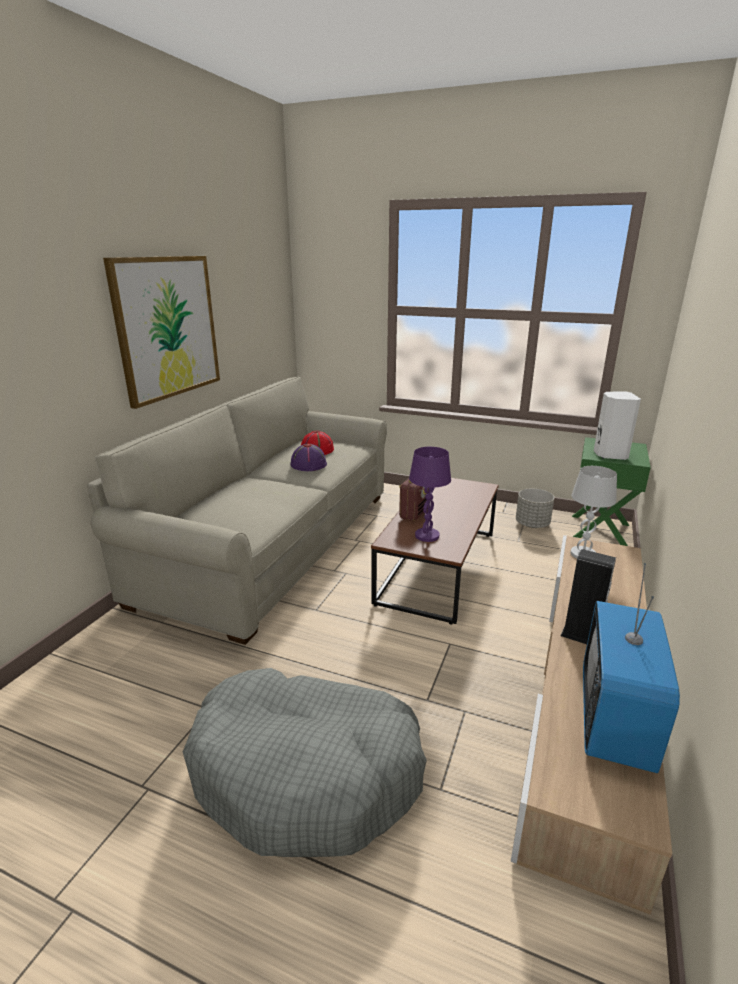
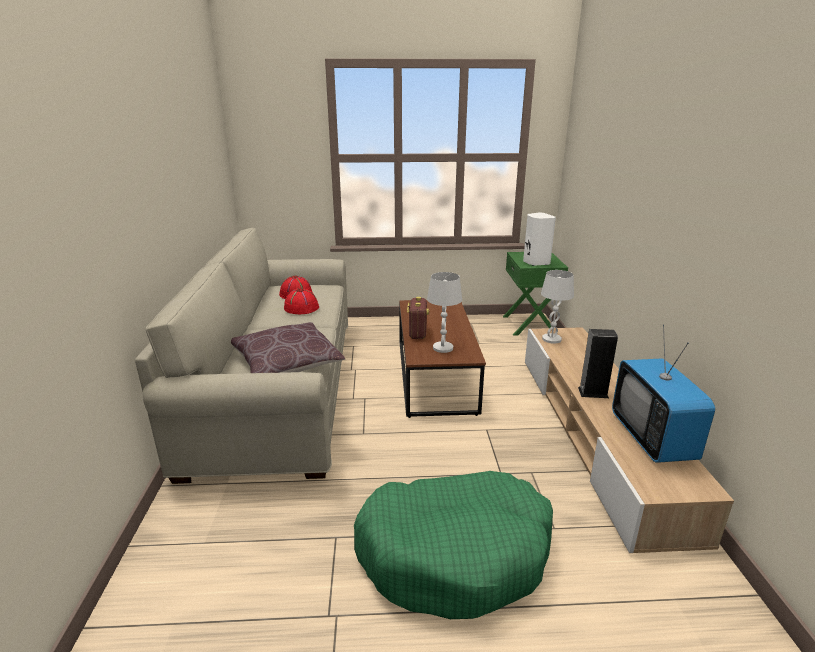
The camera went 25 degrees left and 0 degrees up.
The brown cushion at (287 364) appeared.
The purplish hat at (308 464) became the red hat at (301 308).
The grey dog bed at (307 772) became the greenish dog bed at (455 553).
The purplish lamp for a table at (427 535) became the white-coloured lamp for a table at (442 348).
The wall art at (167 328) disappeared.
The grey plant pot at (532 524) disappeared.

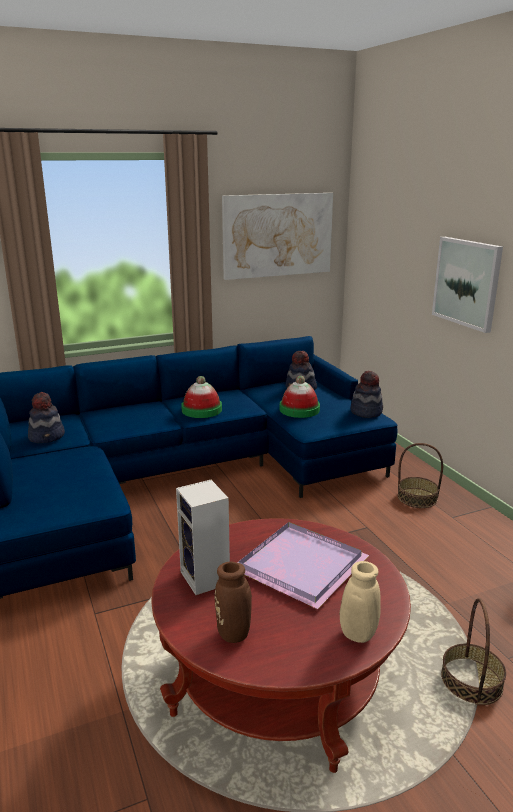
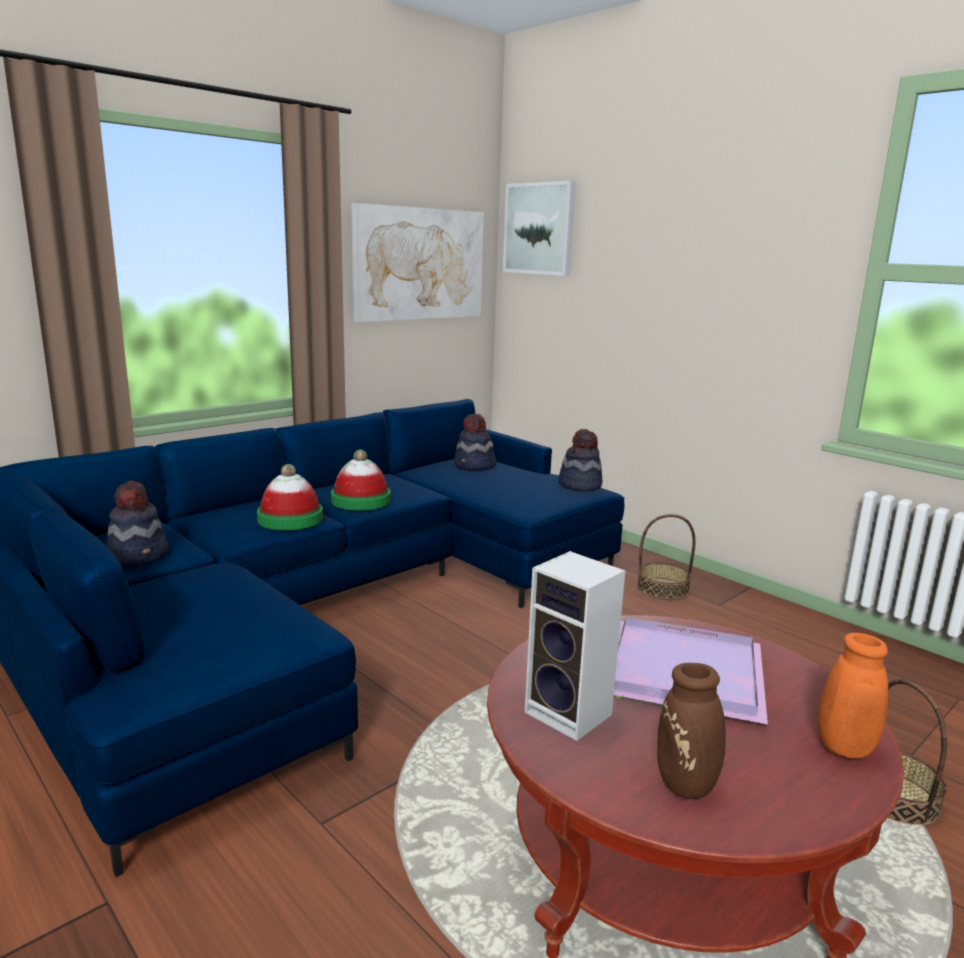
The camera went 20 degrees left and 5 degrees down.
The hat moved from (299 409) to (290 518).
The wall art moved from (467 283) to (539 229).
The beige-coloured vase at (355 635) became the orangey vase at (841 750).

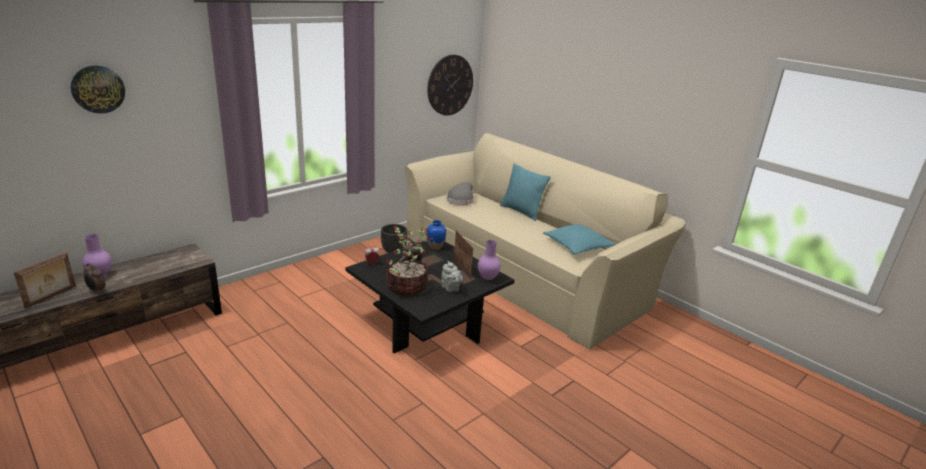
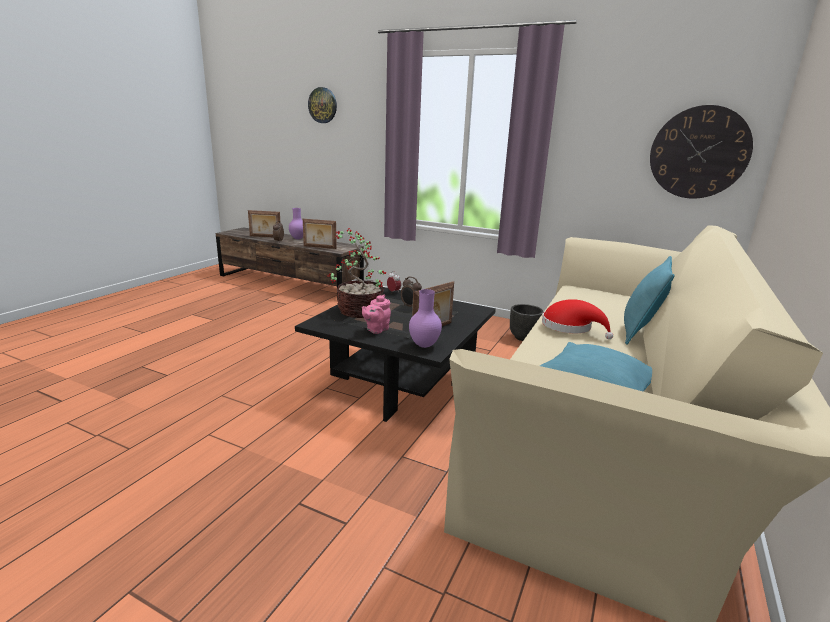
The camera went 70 degrees right and 5 degrees down.
The photo frame at (319 247) appeared.
The grey teapot at (451 288) became the pink-coloured teapot at (376 330).
The red hat at (570 327) appeared.
The blue vase at (435 247) disappeared.
The grey hat at (461 200) disappeared.

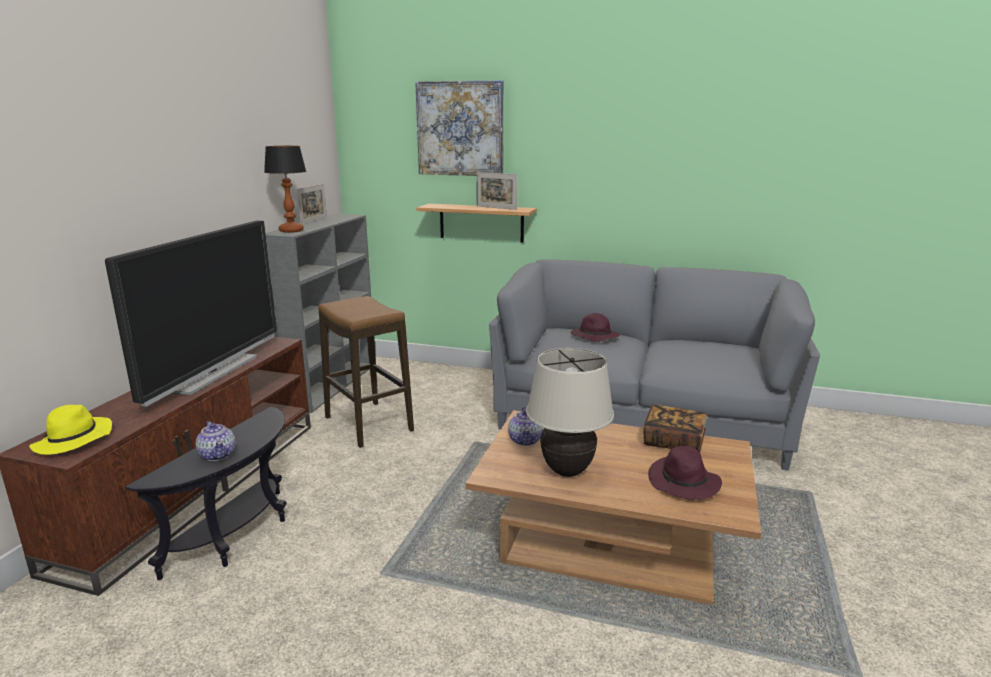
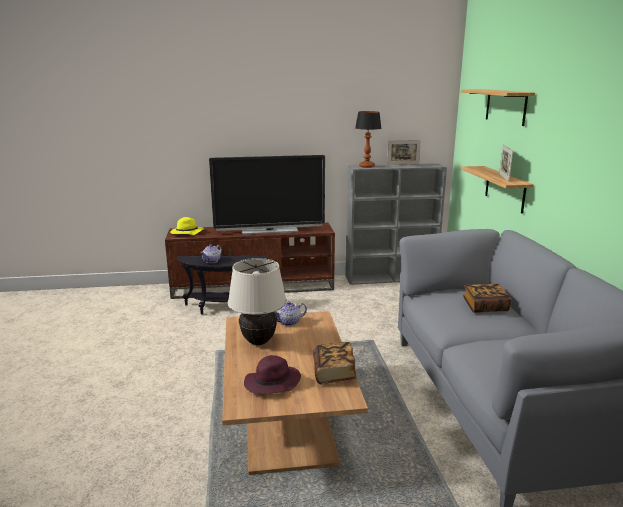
The camera went 65 degrees right and 0 degrees up.
The wall art at (460 129) was replaced by the shelf at (505 106).
The purplish hat at (593 337) was replaced by the book at (485 307).
The stool at (368 424) disappeared.

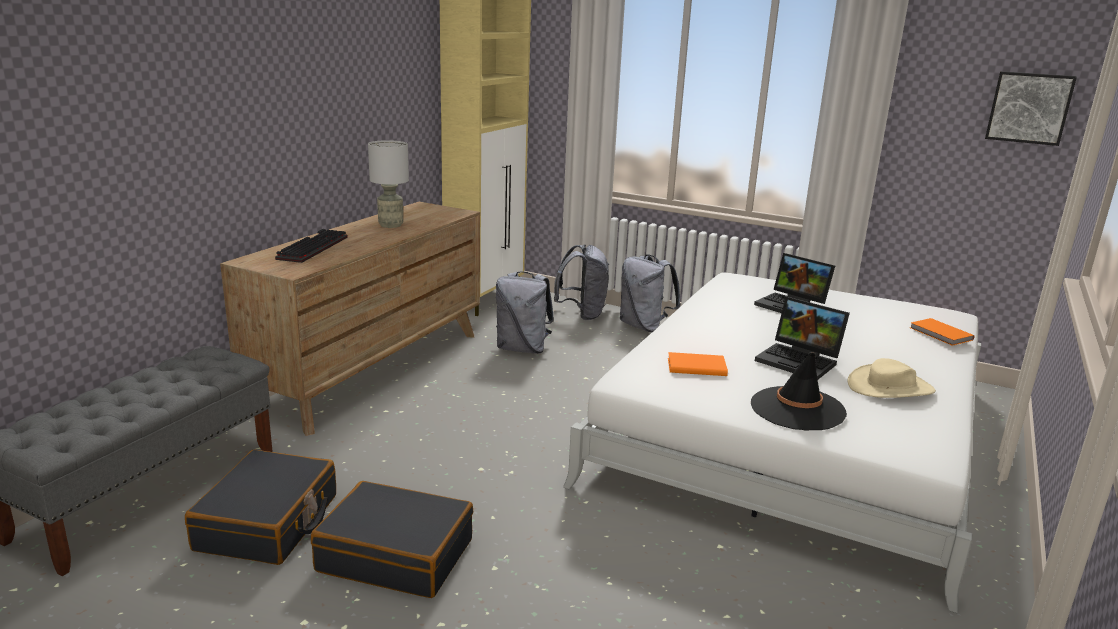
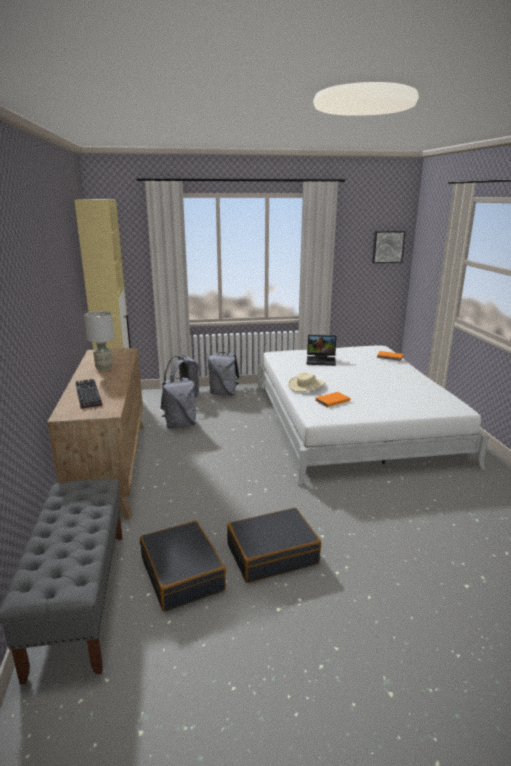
The camera went 35 degrees left and 0 degrees up.
The beige-coloured hat moved from (890 387) to (306 385).
The blackish hat at (797 409) disappeared.
The portable computer at (800 361) disappeared.

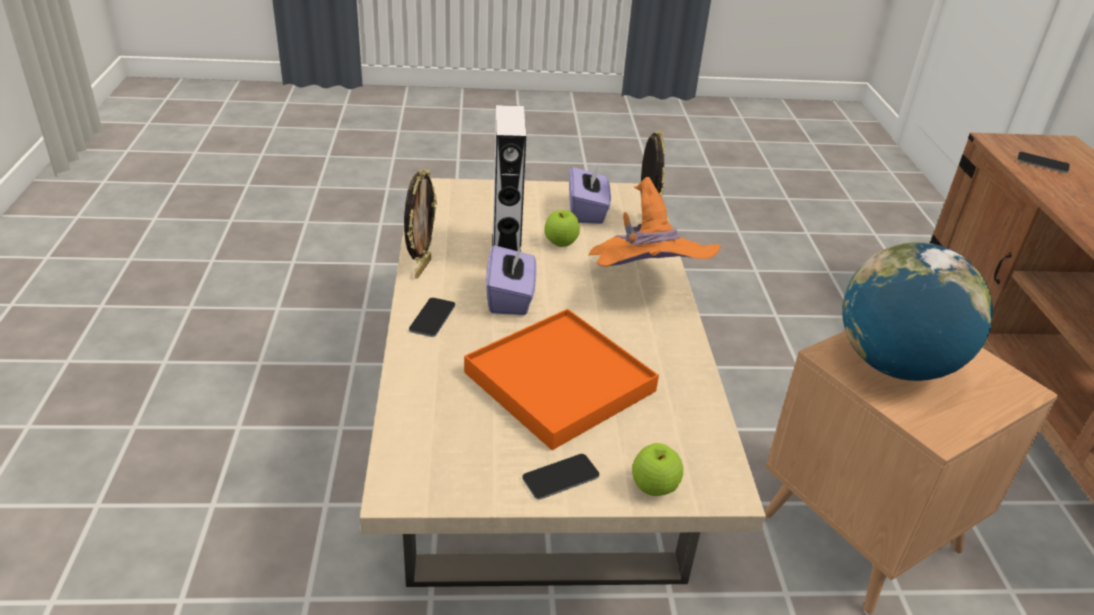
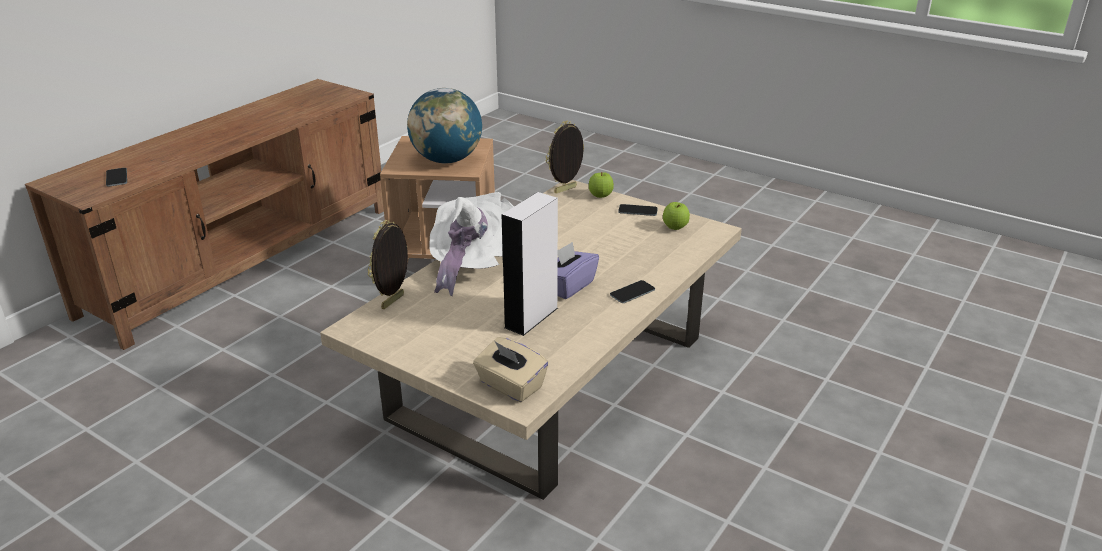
The camera went 140 degrees left and 5 degrees down.
The orangey hat at (645 285) became the white-coloured hat at (470 264).
The beige-coloured tissue box at (510 386) appeared.
The photo frame moved from (421 268) to (566 190).
The whole apple moved from (561 243) to (675 227).
The orangey carrying tray at (559 381) disappeared.
The purplish tissue box at (587 211) disappeared.

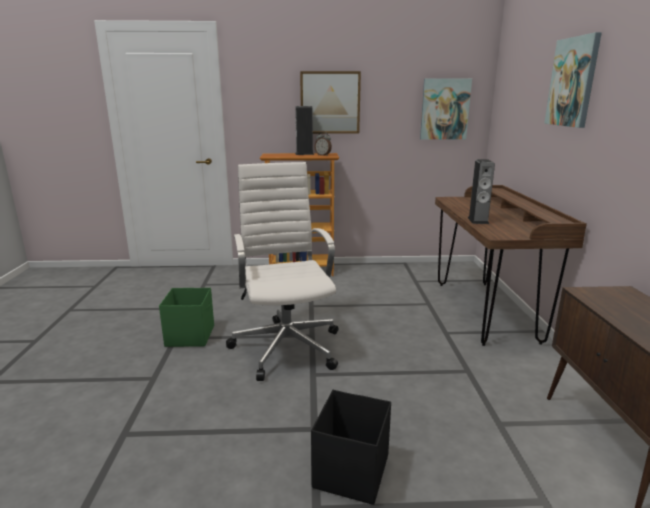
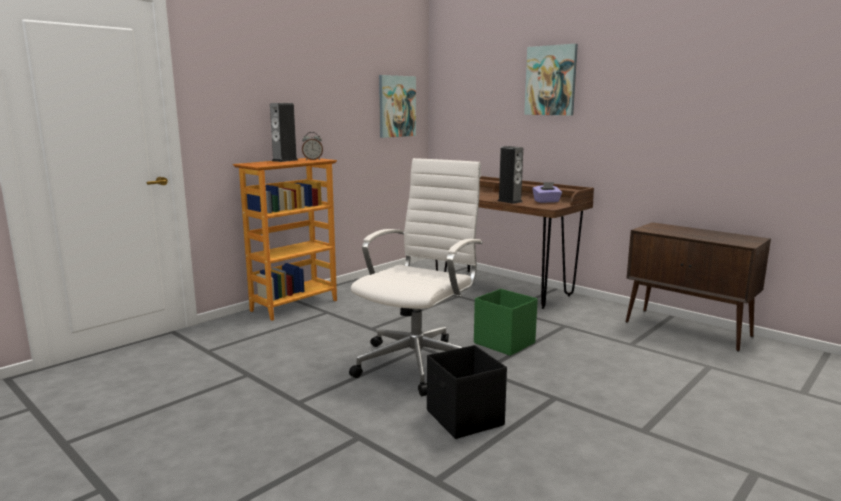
The camera went 45 degrees left and 5 degrees down.
The white-coloured desk chair at (286 346) turned 90 degrees clockwise.
The blackish storage bin moved from (350 472) to (464 419).
The greenish storage bin moved from (191 335) to (504 343).
The purplish tissue box at (546 201) appeared.
The wall art at (330 103) disappeared.

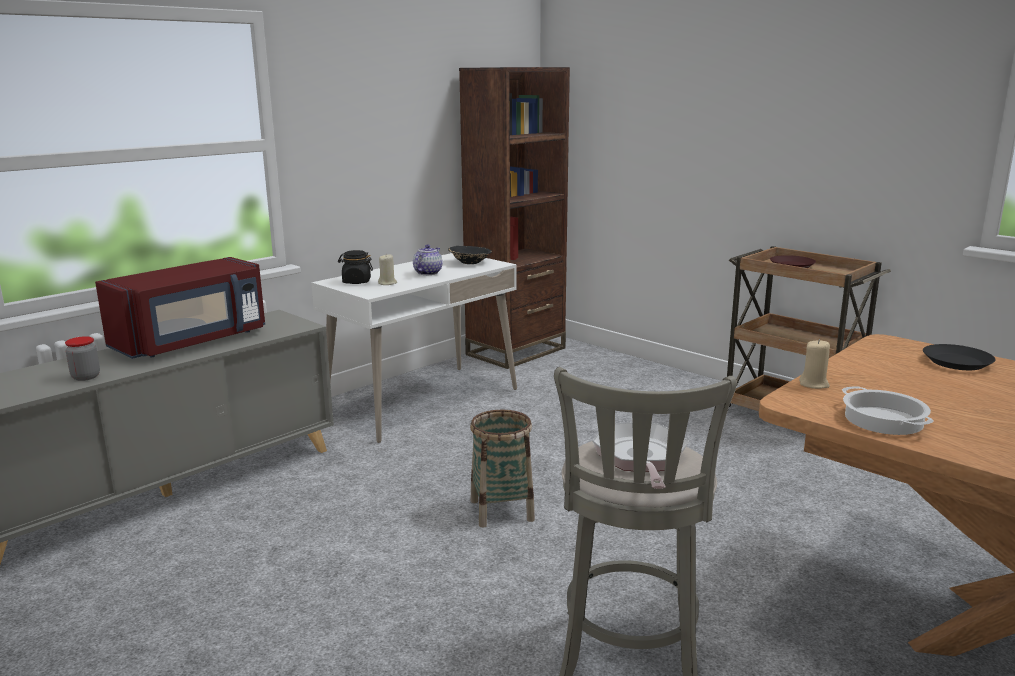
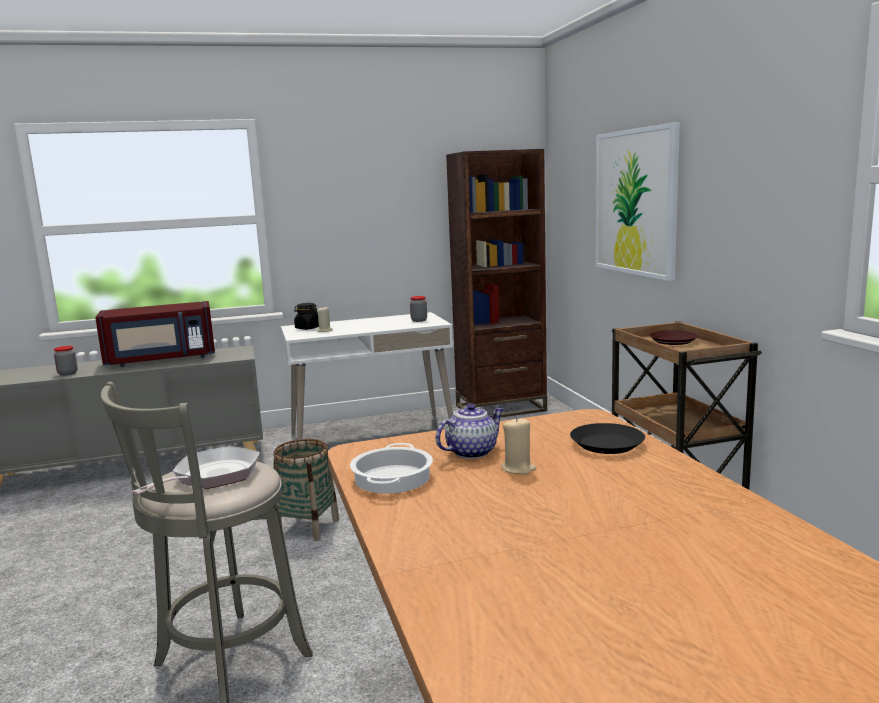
The camera went 30 degrees right and 5 degrees down.
The blackish serving bowl at (470 262) was replaced by the preserve jar at (419 320).
The teapot moved from (428 273) to (472 452).
The beige-coloured wax light moved from (814 384) to (518 469).
The wall art at (635 202) appeared.

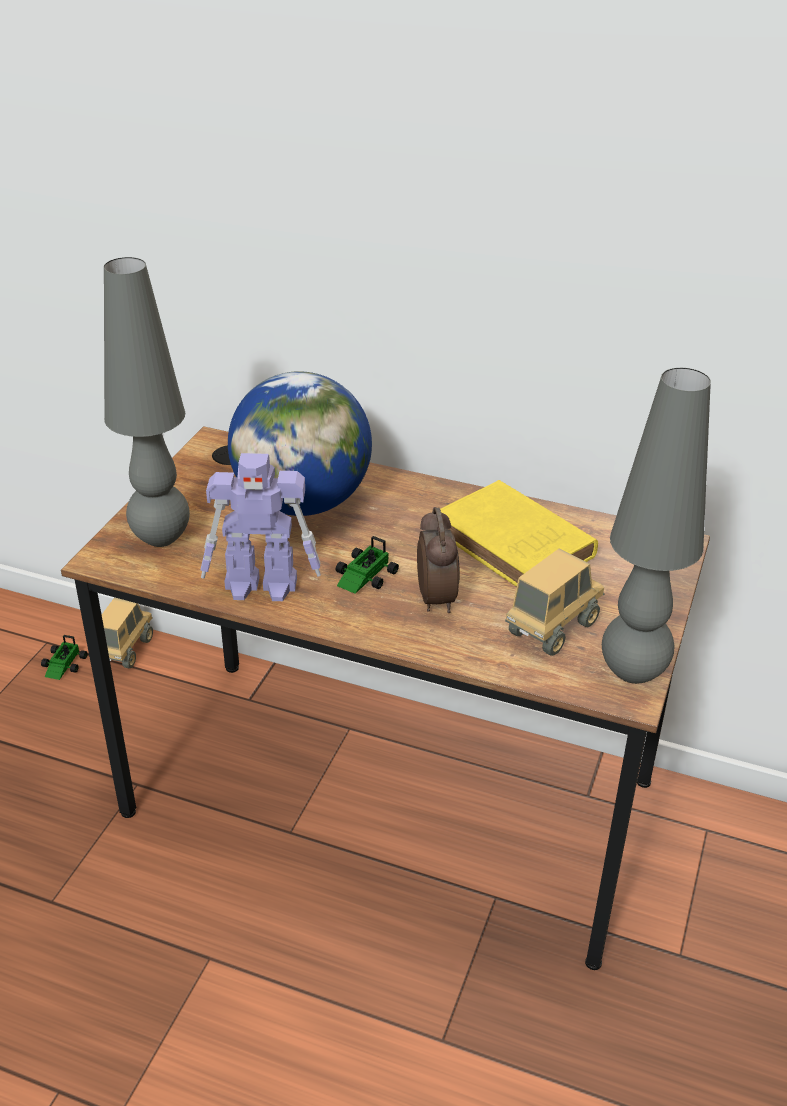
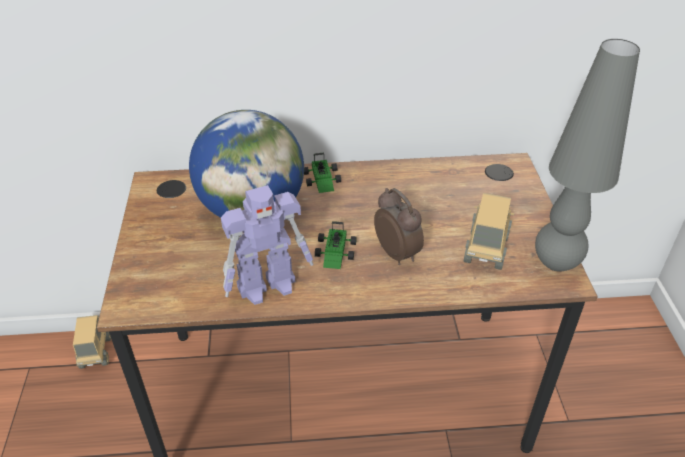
The camera went 25 degrees left and 5 degrees up.
The toy car moved from (62 665) to (322 180).
The grey lamp for a table at (161 538) disappeared.
The yellow book at (516 546) disappeared.

